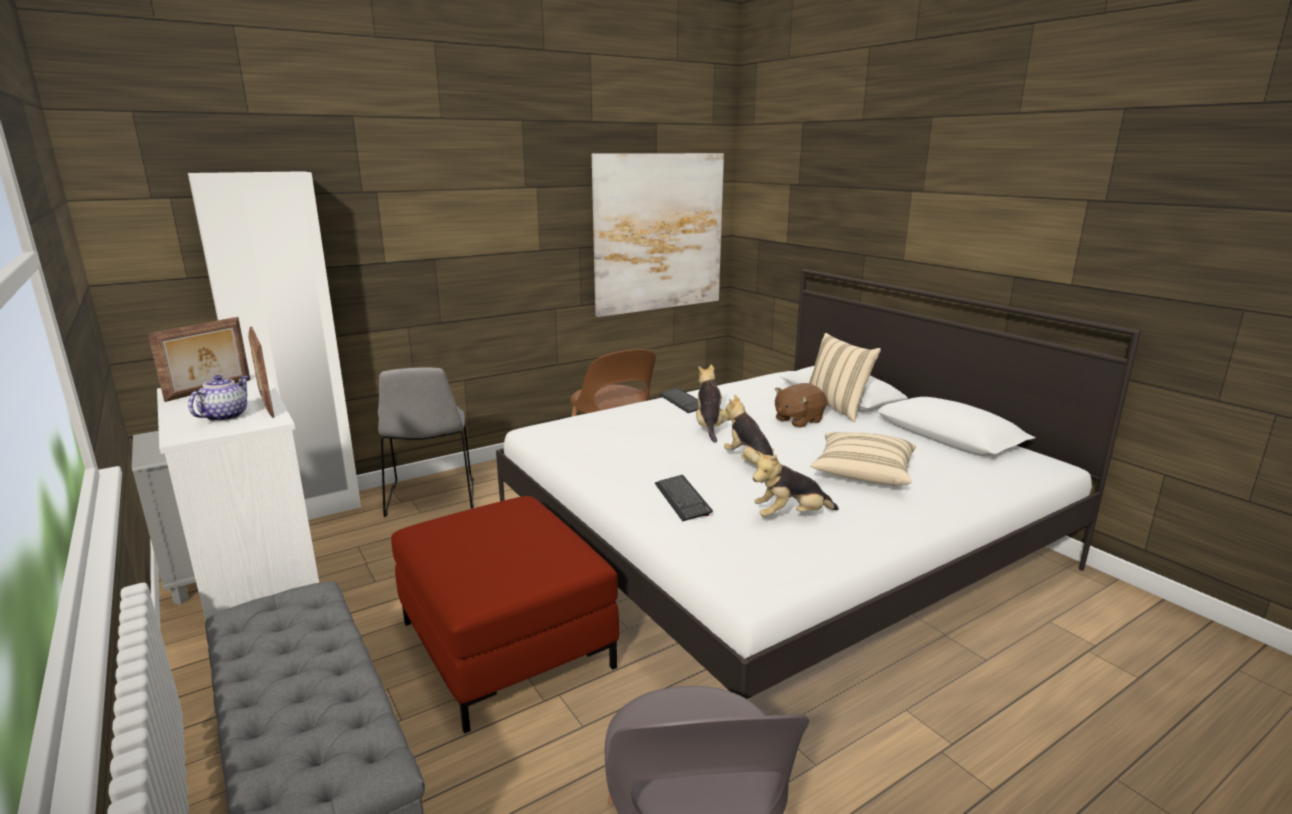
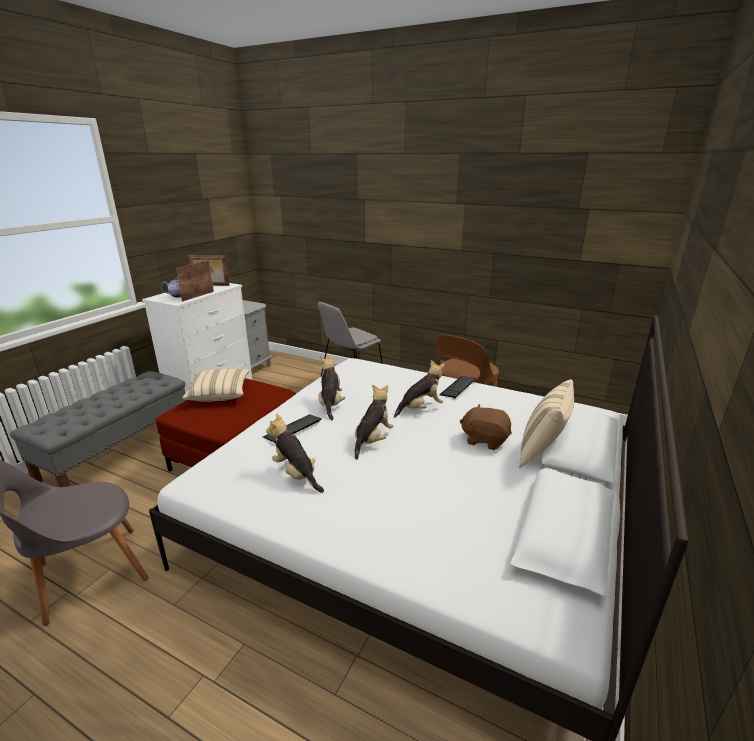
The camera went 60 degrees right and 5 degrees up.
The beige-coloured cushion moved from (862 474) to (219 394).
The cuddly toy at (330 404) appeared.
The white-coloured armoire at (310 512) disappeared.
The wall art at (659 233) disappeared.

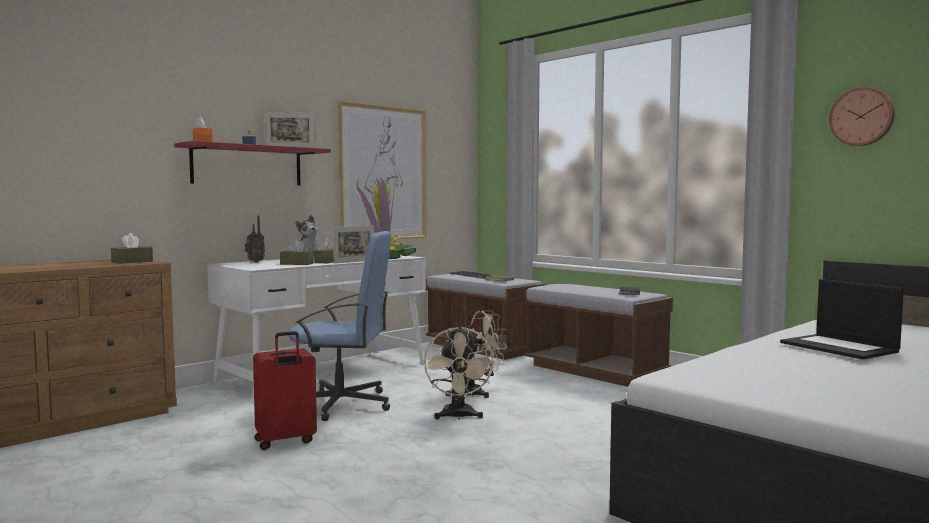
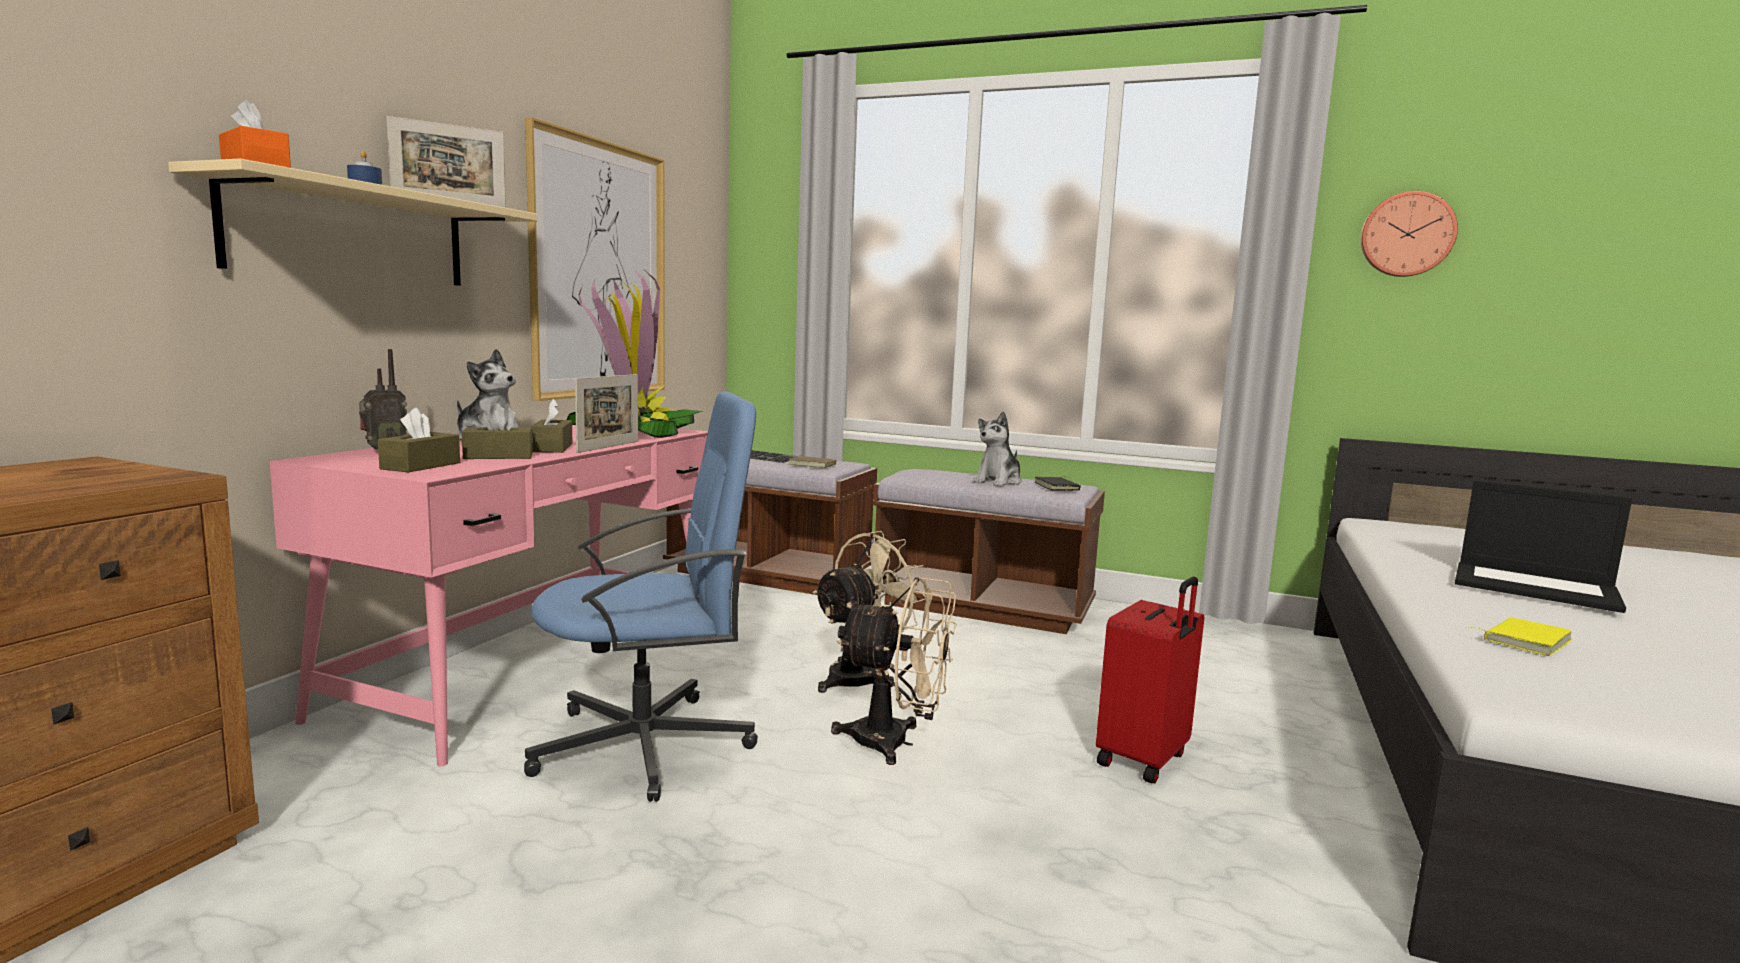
The camera went 25 degrees left and 5 degrees up.
The red shelf at (247 165) became the beige-coloured shelf at (351 235).
The white-coloured desk unit at (325 373) became the pink-coloured desk unit at (537 663).
The brown tissue box moved from (132 262) to (421 466).
The beige-coloured fan at (458 417) turned 45 degrees counterclockwise.
The cuddly toy at (998 481) appeared.
The red travel case moved from (285 441) to (1144 760).
The yellow book at (1523 640) appeared.

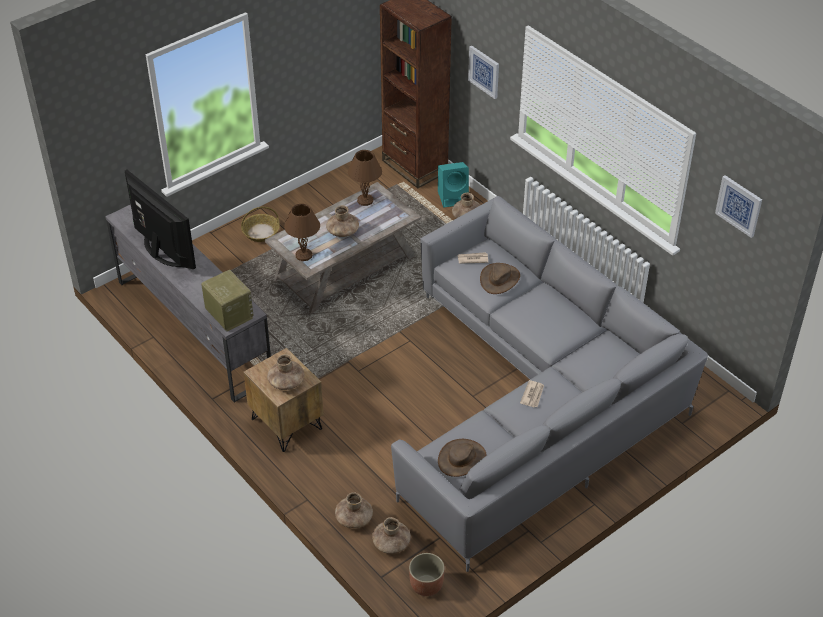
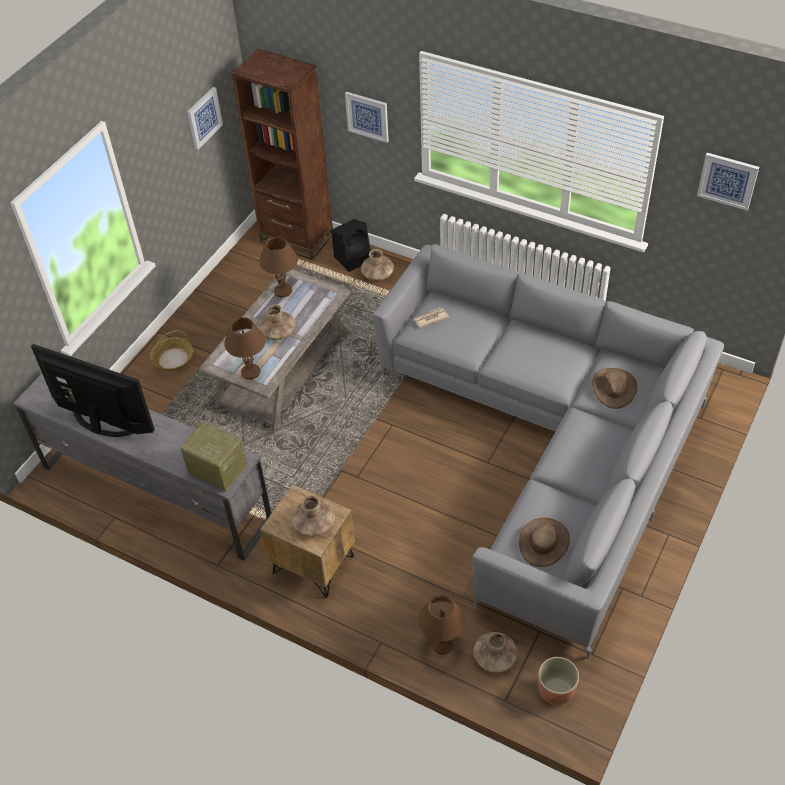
The camera went 20 degrees left and 5 degrees up.
The wall art at (204 118) appeared.
The turquoise-coloured loudspeaker at (453 197) became the blackish loudspeaker at (353 258).
The brown vase at (354 518) was replaced by the brown lamp for a table at (441 644).
The brown hat moved from (499 279) to (613 388).
The daily paper at (532 395) disappeared.

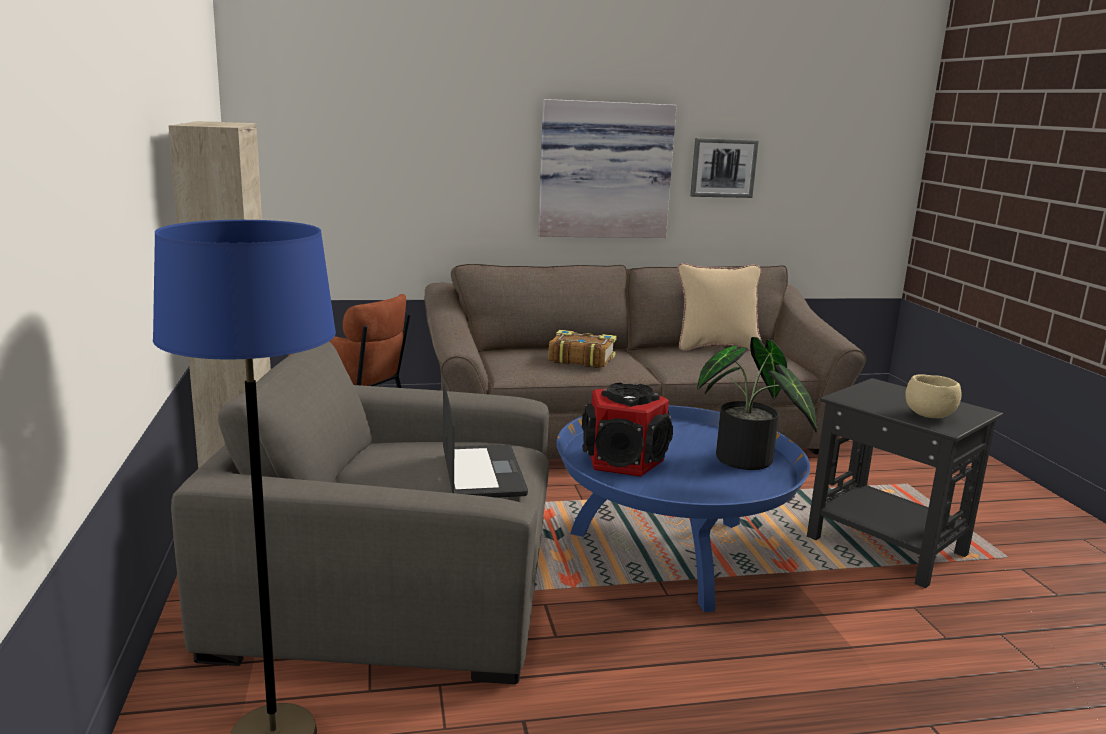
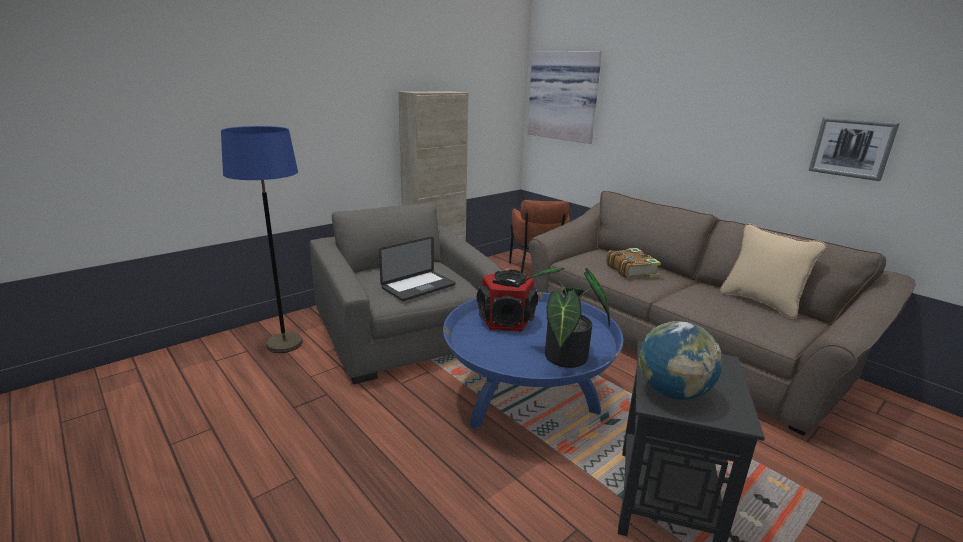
The camera went 60 degrees right and 5 degrees up.
The wall art moved from (604 170) to (564 96).
The beige-coloured serving bowl at (929 416) was replaced by the world globe at (672 392).

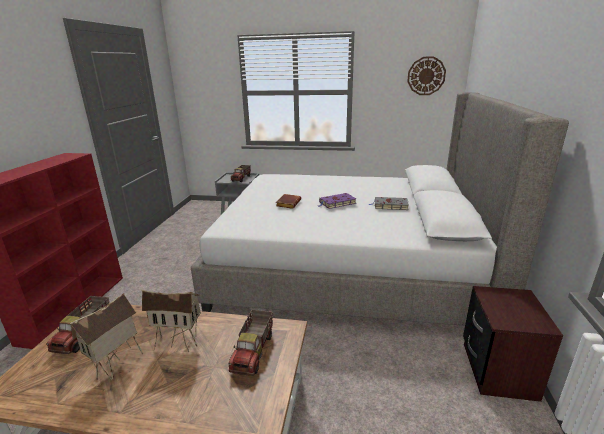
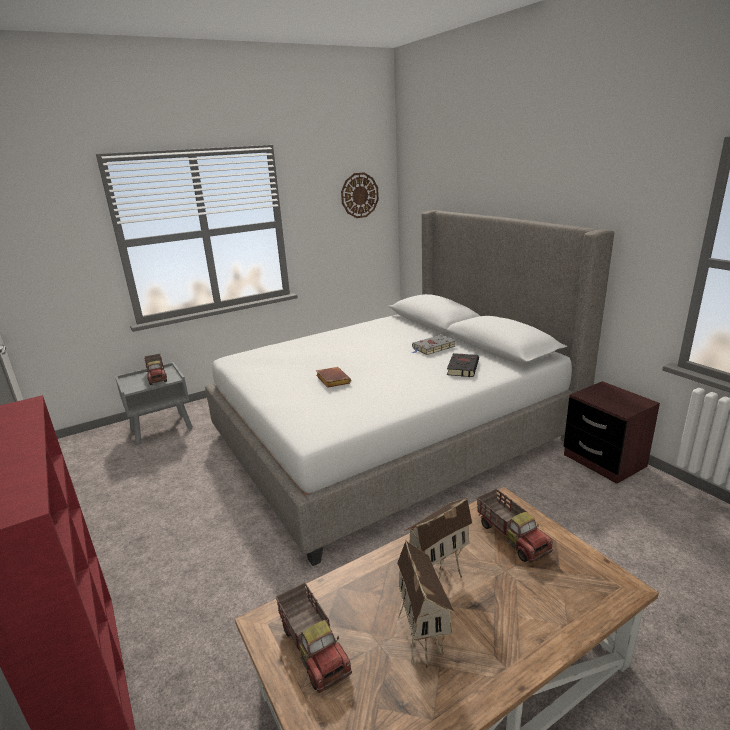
The camera went 40 degrees left and 0 degrees up.
The blackish book at (462 367) appeared.
The purplish book at (336 203) disappeared.

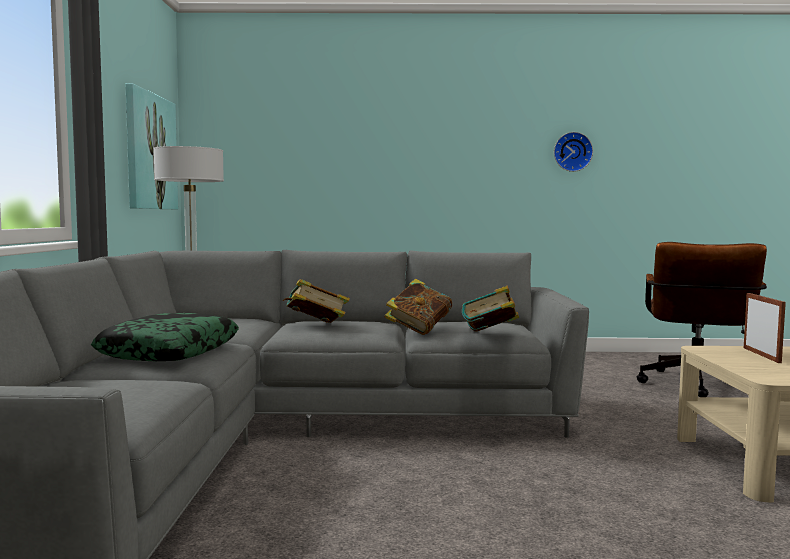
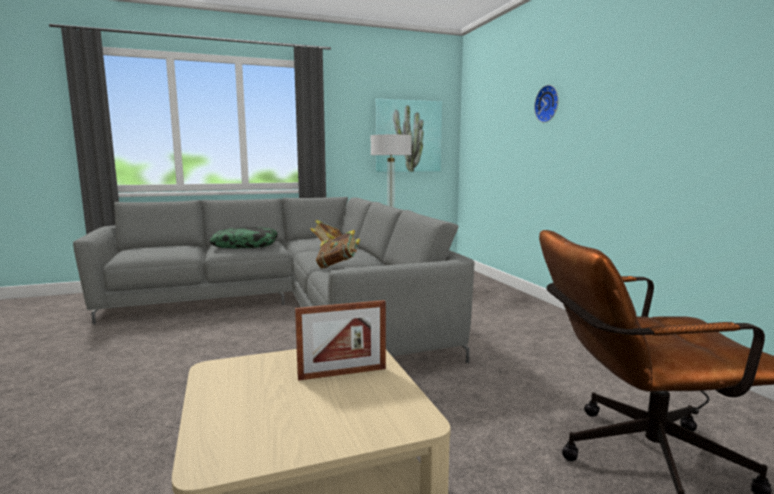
The camera went 70 degrees right and 5 degrees up.
The wall clock moved from (572 152) to (548 104).
The book at (490 335) disappeared.

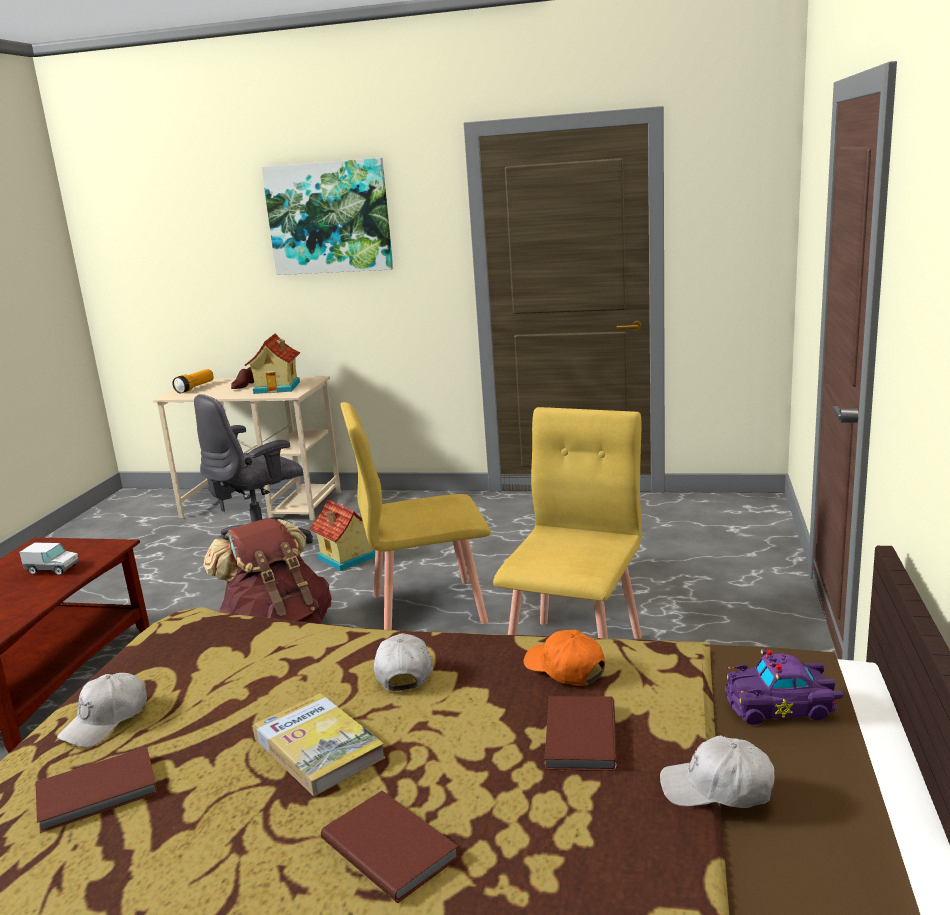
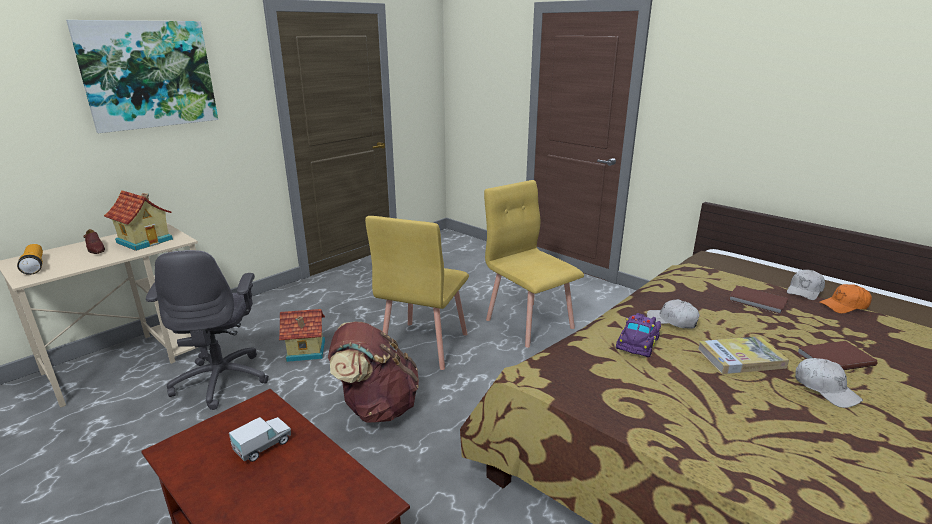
The camera went 60 degrees left and 5 degrees up.
The purplish toy car moved from (782 706) to (638 342).
The white-coloured baseball cap moved from (106 721) to (825 389).
The orangey baseball cap moved from (565 669) to (844 306).
The brown book at (99 793) disappeared.

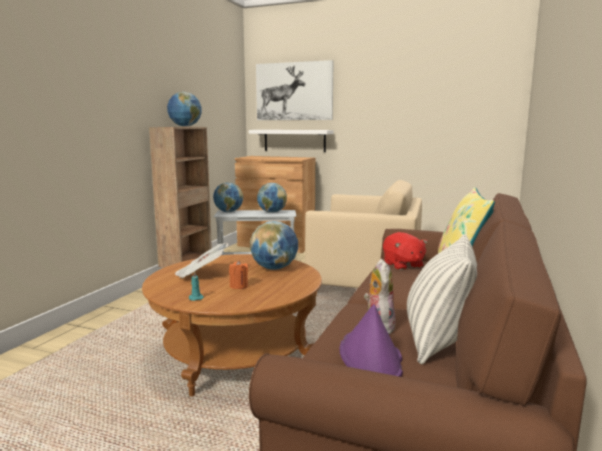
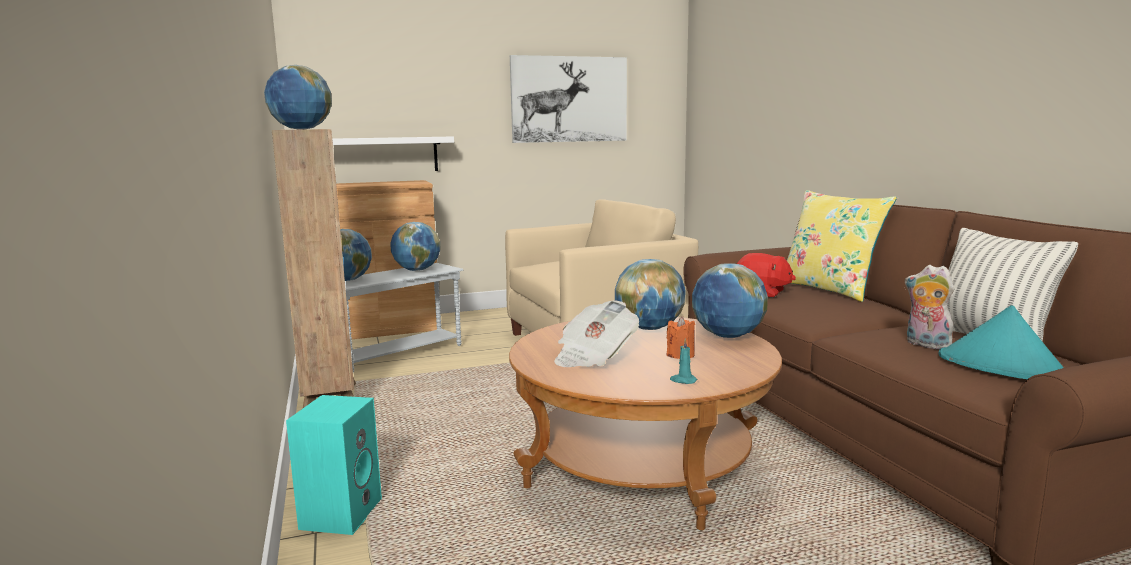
The camera went 40 degrees left and 0 degrees up.
The turquoise-coloured loudspeaker at (341 513) appeared.
The wall art moved from (294 91) to (569 99).
The world globe at (728 336) appeared.
The purplish hat at (370 357) became the turquoise-coloured hat at (1002 367).

